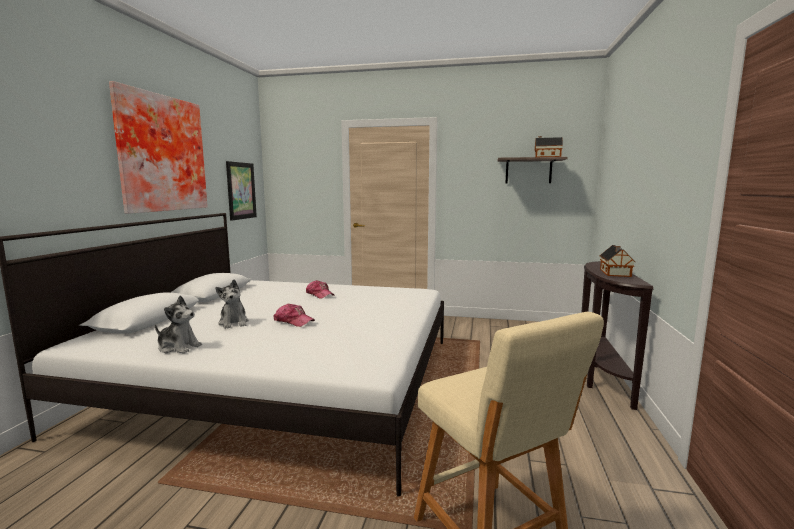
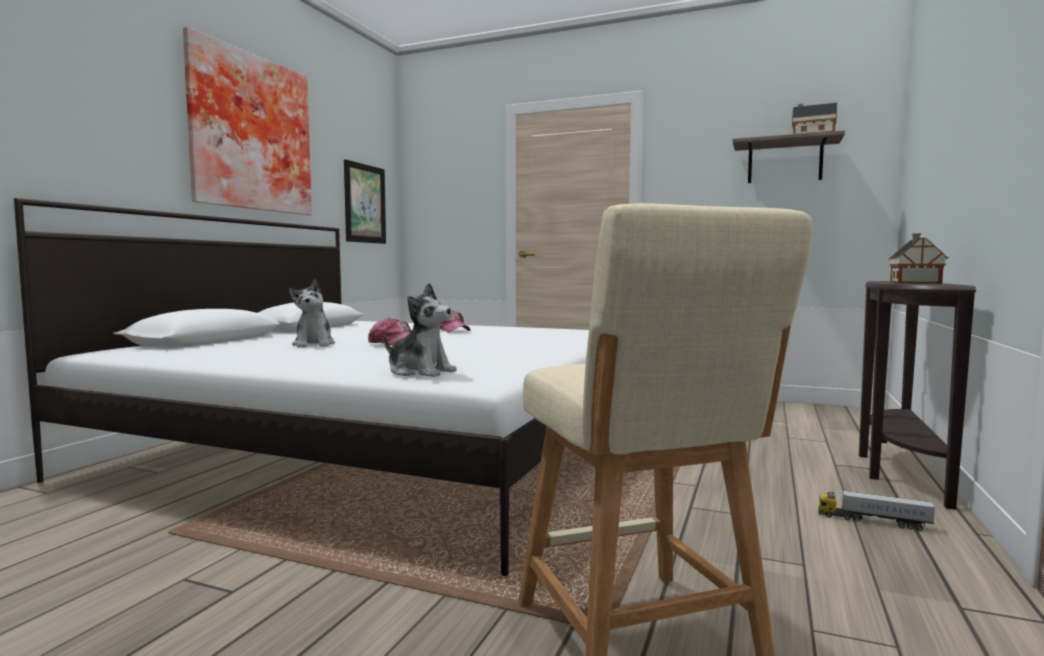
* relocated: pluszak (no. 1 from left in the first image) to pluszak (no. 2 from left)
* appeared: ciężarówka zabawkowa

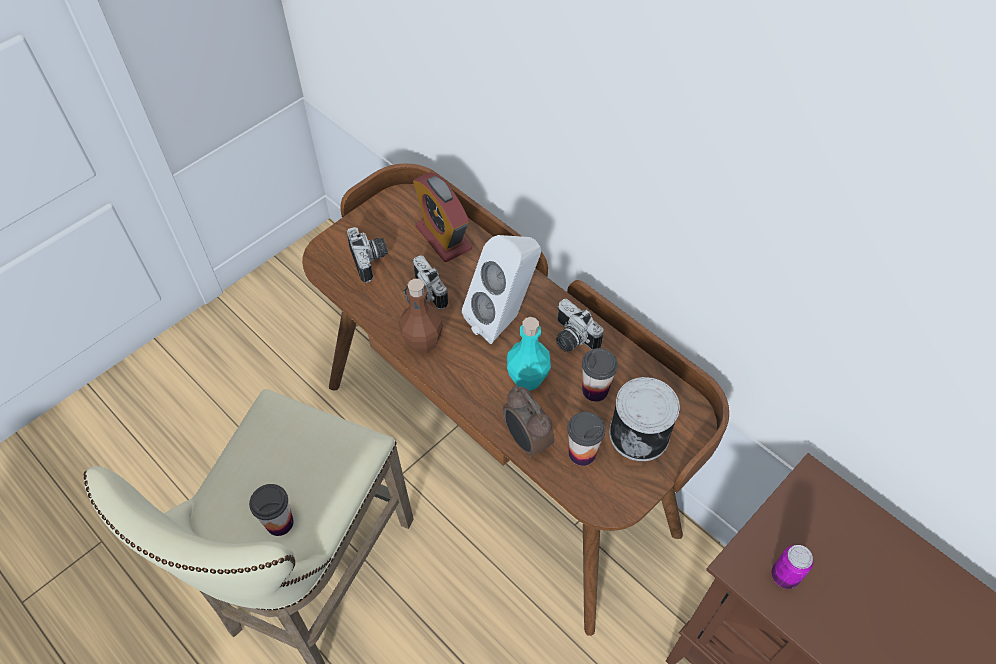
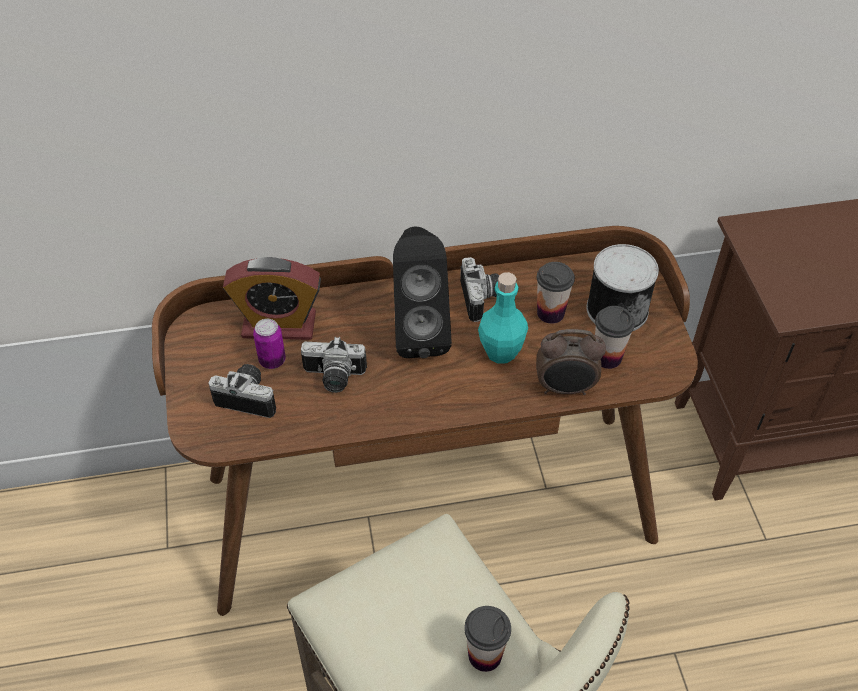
* missing: butelka [brązowy]
* colour: głośnik [biały] to głośnik [czarny]
* spun: aparat fotograficzny (no. 3 from left) 90 degrees counterclockwise
* relocated: puszka (no. 2 from left in the first image) to puszka (no. 1 from left)

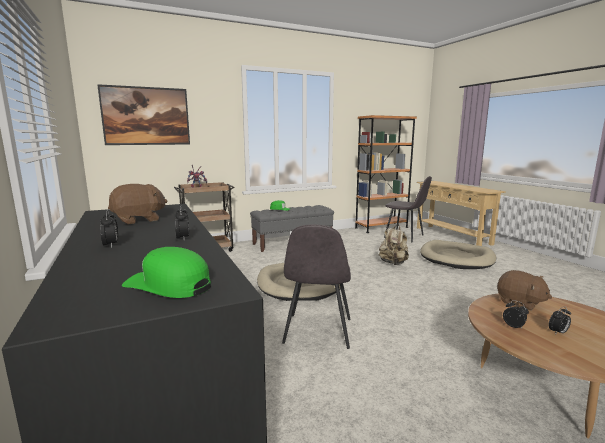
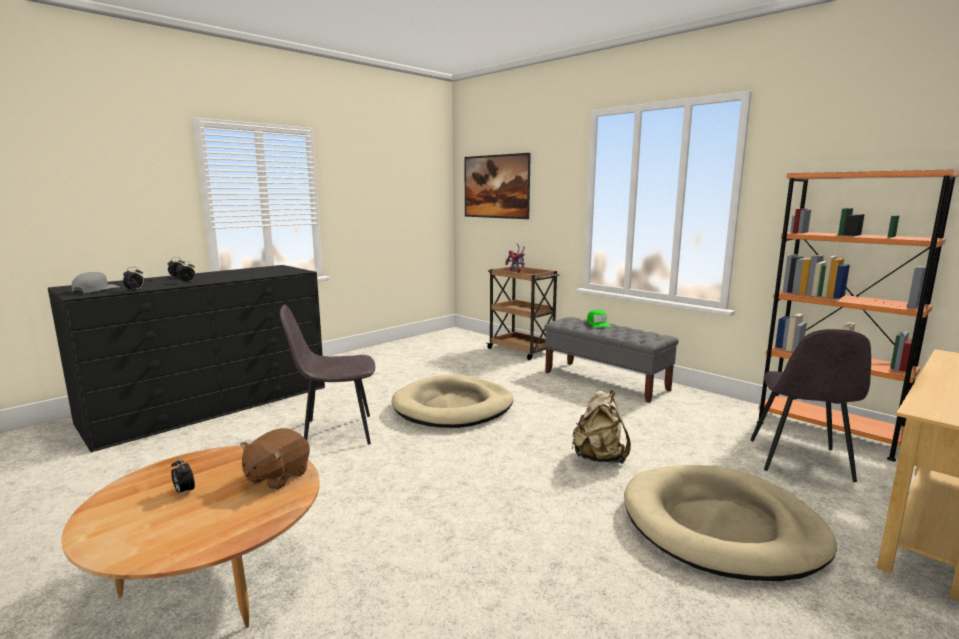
* missing: pluszak [brązowy] (no. 1 from left)
* colour: czapka z daszkiem [zielony] (no. 1 from left) to czapka z daszkiem [szary]
* relocated: budzik (no. 3 from left in the first image) to budzik (no. 1 from left)

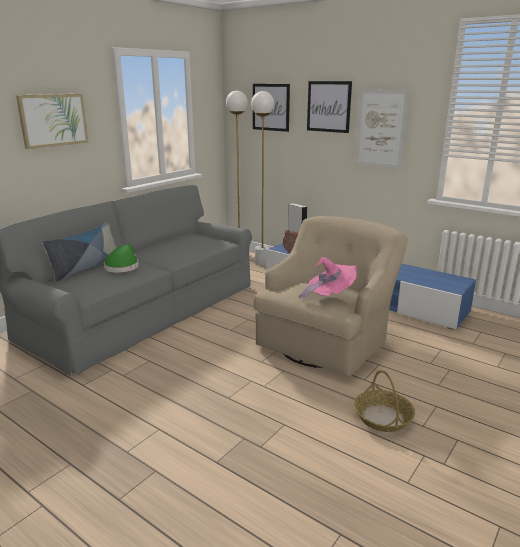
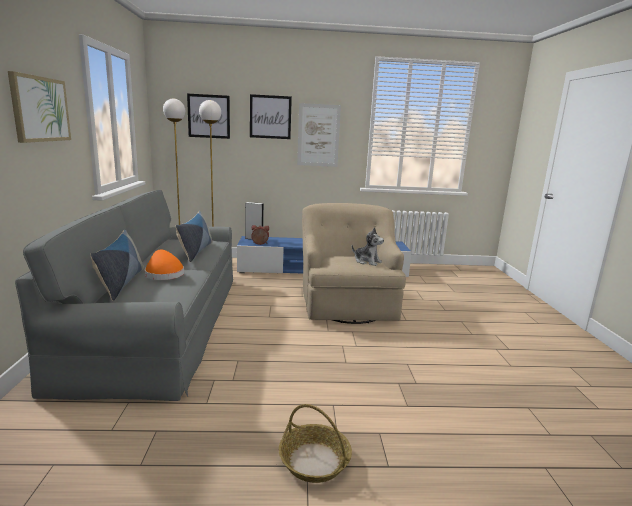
* colour: kapelusz [zielony] to kapelusz [pomarańczowy]
* exchanged: kapelusz [różowy] to pluszak
* relocated: koszyk
* appeared: poduszka (no. 2 from left)

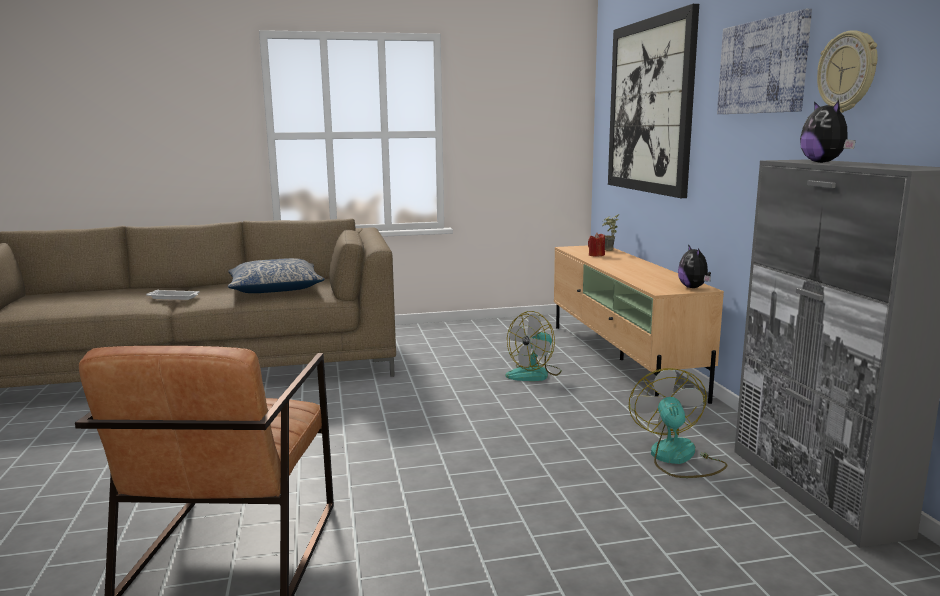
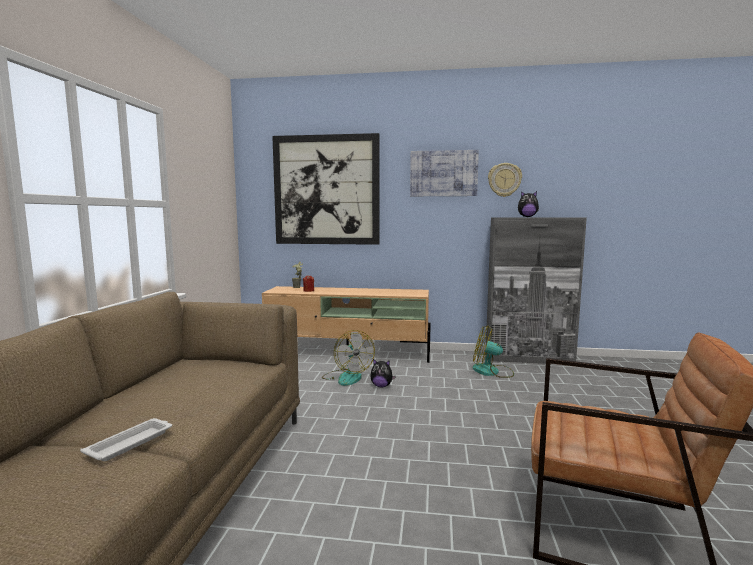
* missing: poduszka
* relocated: pluszak (no. 1 from left)

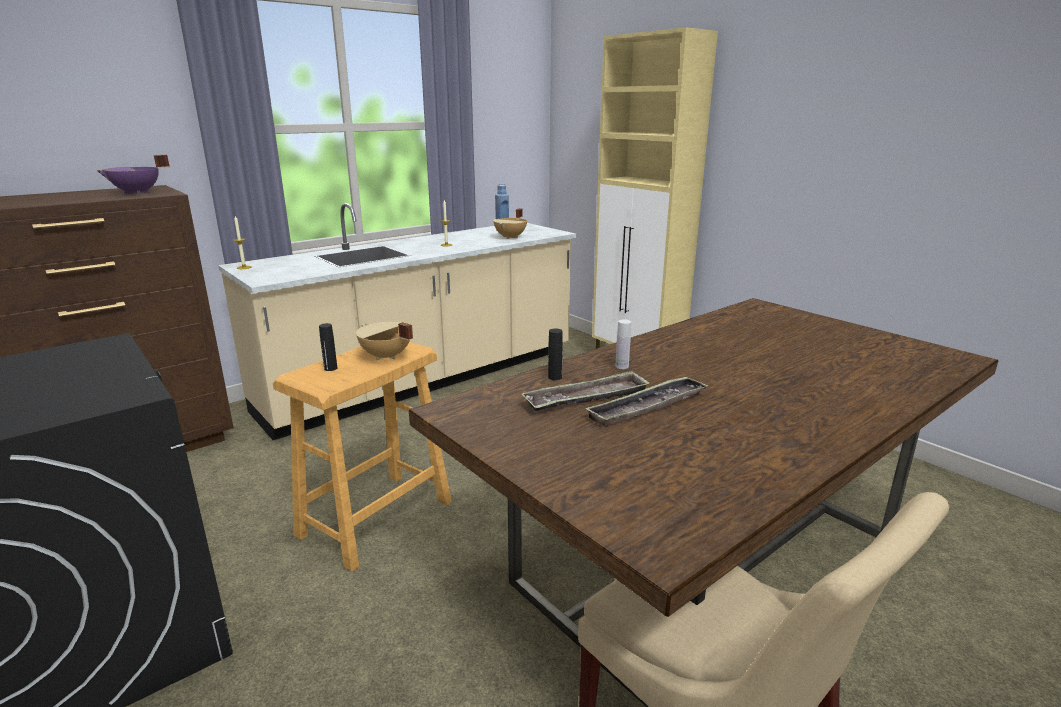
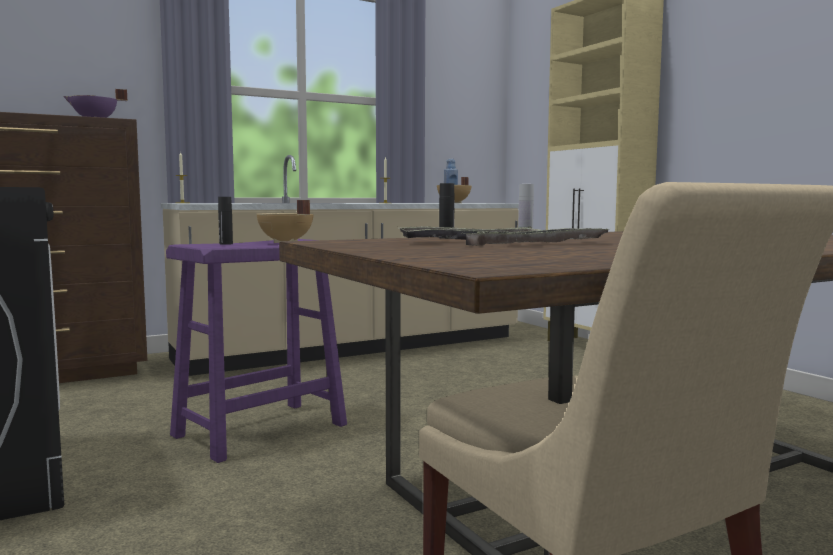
* colour: stołek [beżowy] to stołek [fioletowy]

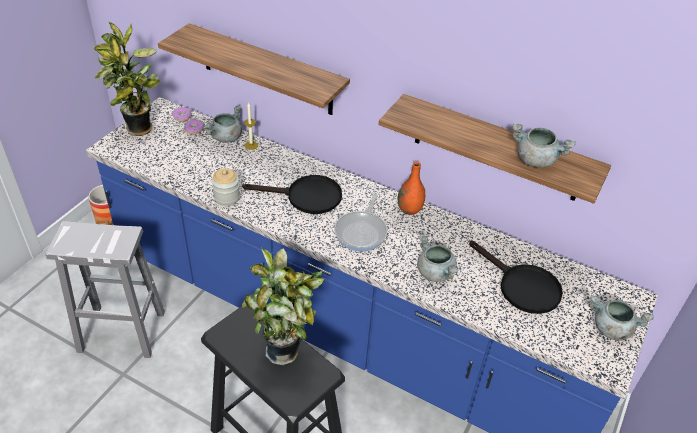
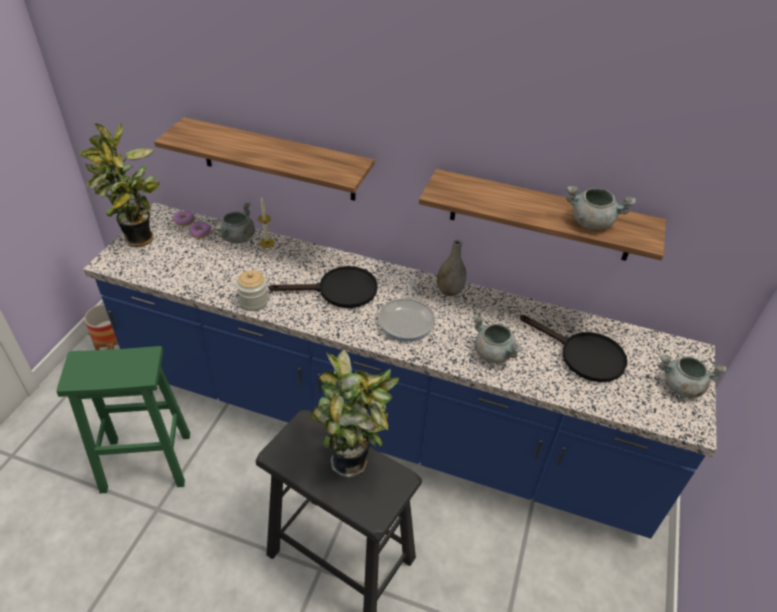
* colour: stołek [biały] to stołek [zielony]
* colour: wazon [pomarańczowy] to wazon [szary]

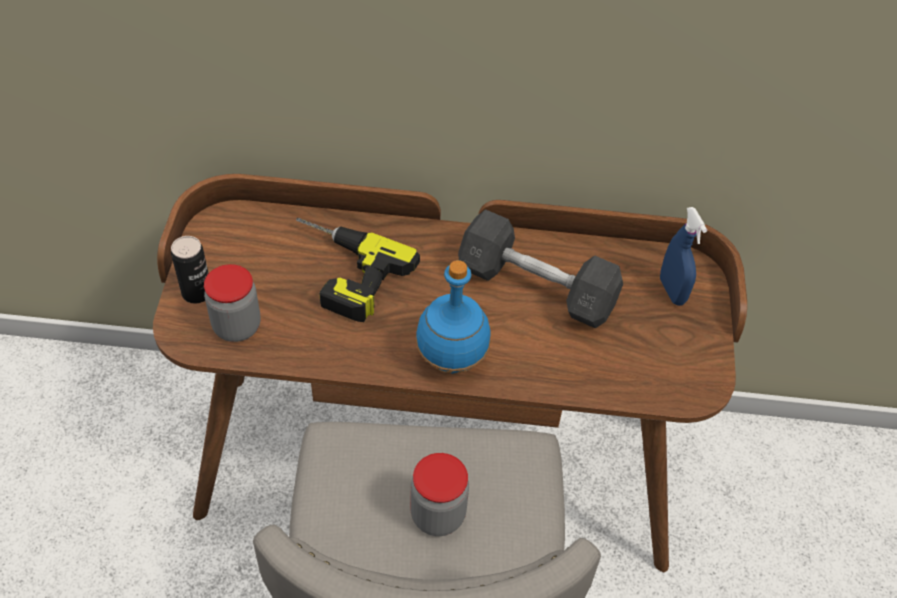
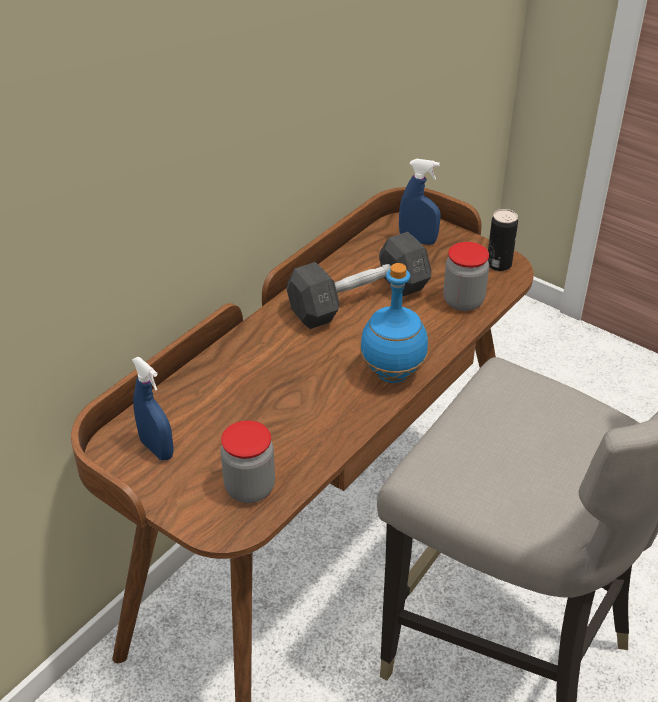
* relocated: puszka
* missing: wiertarka
* relocated: słoik (no. 2 from left)
* appeared: spryskiwacz [niebieski] (no. 1 from left)

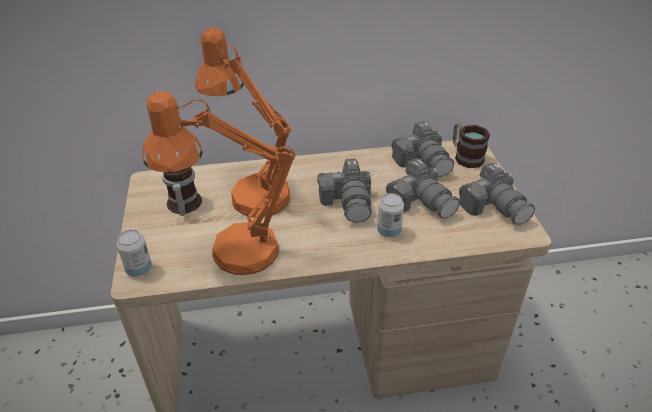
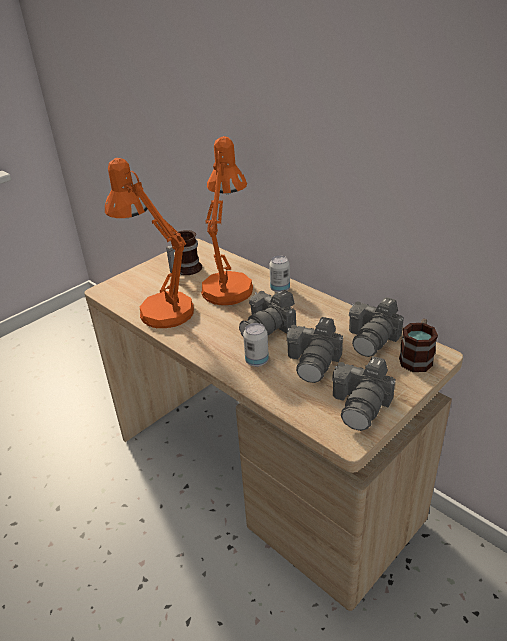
* relocated: puszka (no. 1 from left in the first image) to puszka (no. 2 from left)

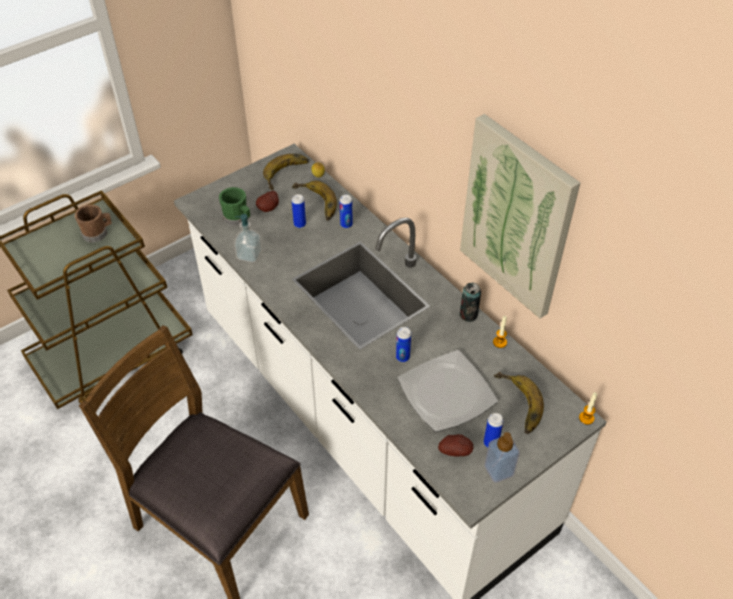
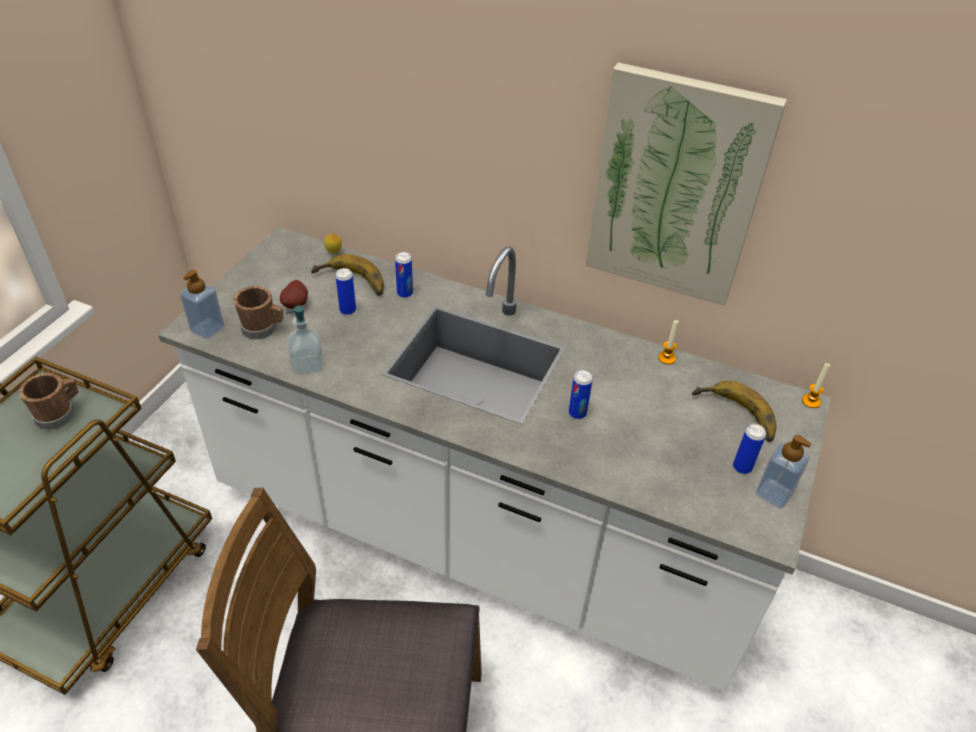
* colour: kubek [zielony] to kubek [brązowy] (no. 2 from left)
* missing: banan (no. 1 from left)
* missing: talerz
* missing: ziemniak (no. 2 from left)
* missing: puszka (no. 4 from left)
* appeared: dozownik mydła (no. 1 from left)

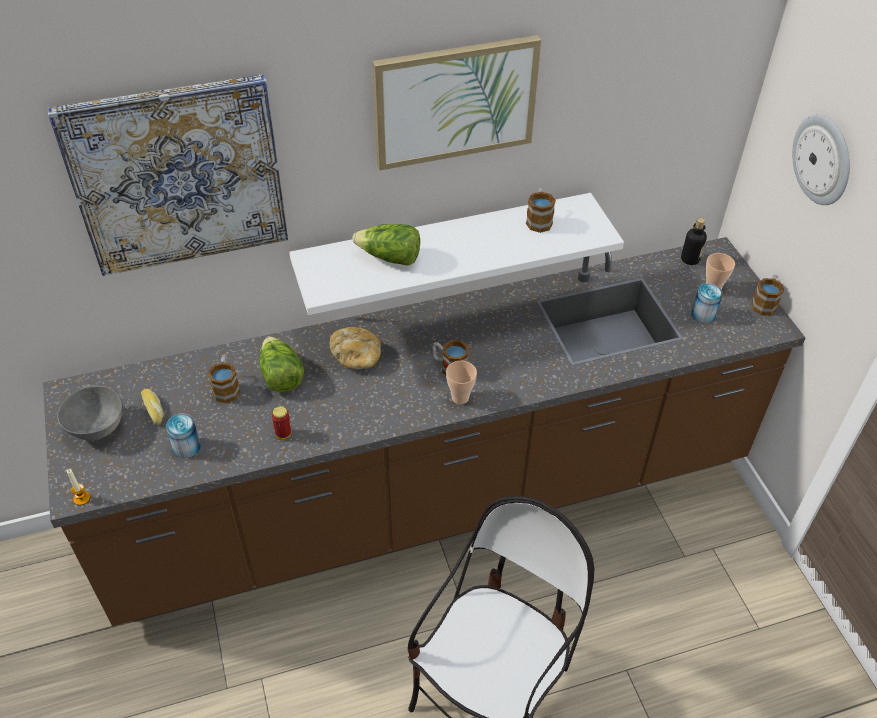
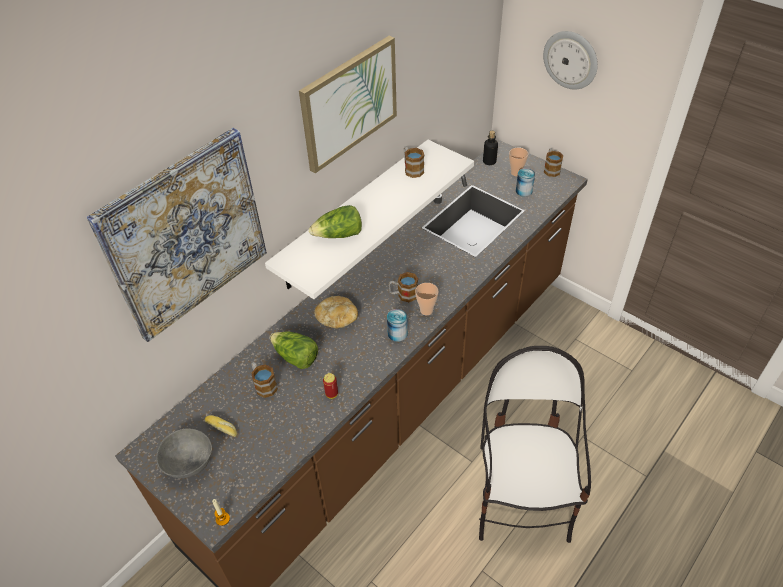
* relocated: puszka (no. 1 from left in the first image) to puszka (no. 2 from left)

